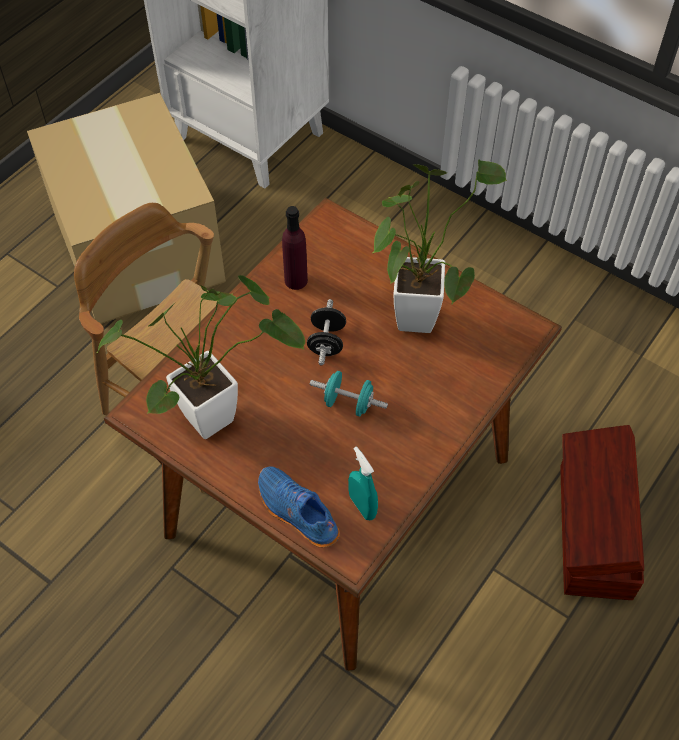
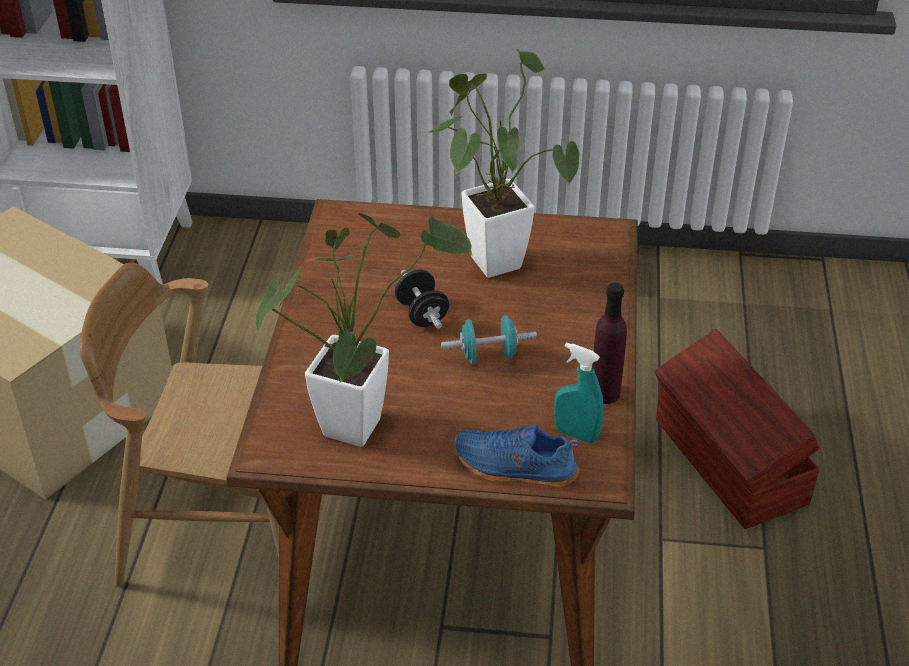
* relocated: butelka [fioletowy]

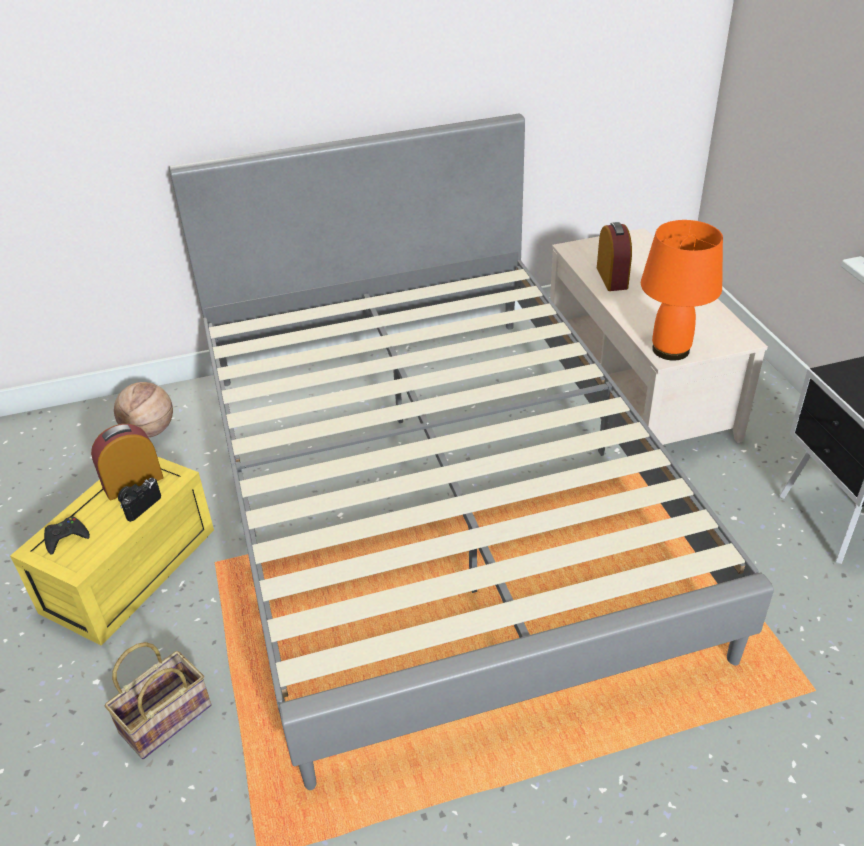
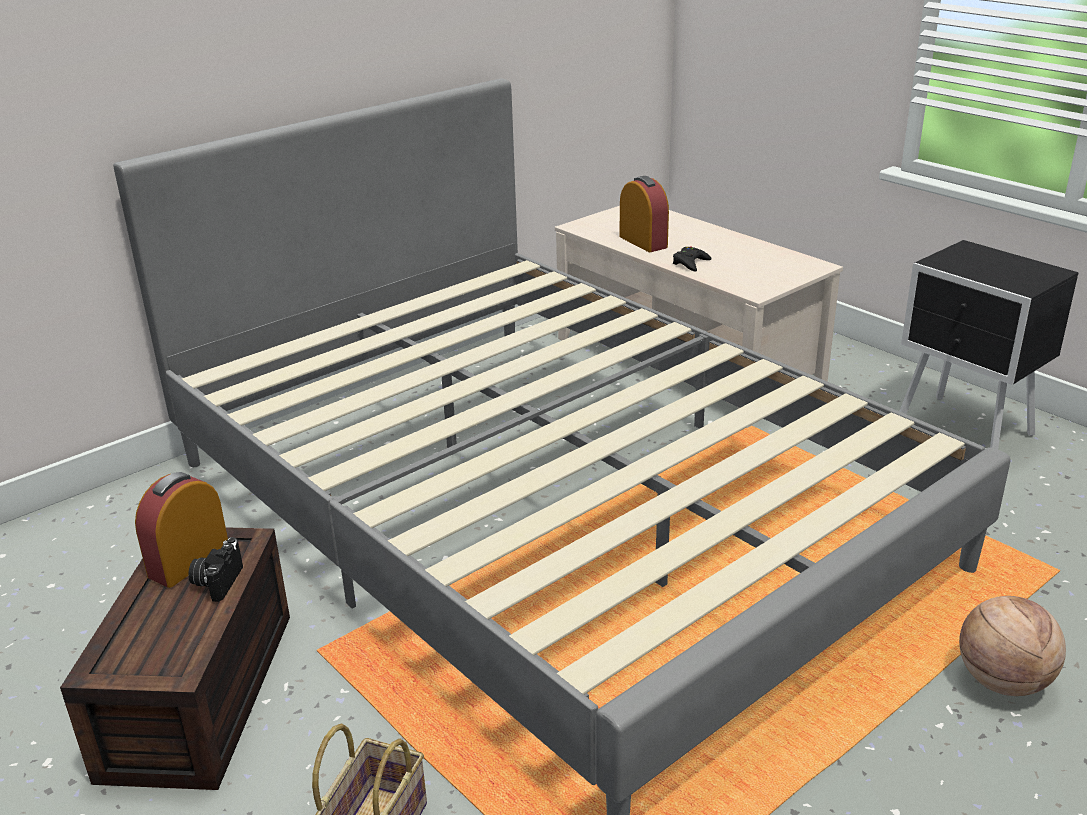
* colour: pojemnik do przechowywania [żółty] to pojemnik do przechowywania [brązowy]
* relocated: pad do gier [czarny]
* relocated: piłka do koszykówki
* missing: lampa stołowa [pomarańczowy]

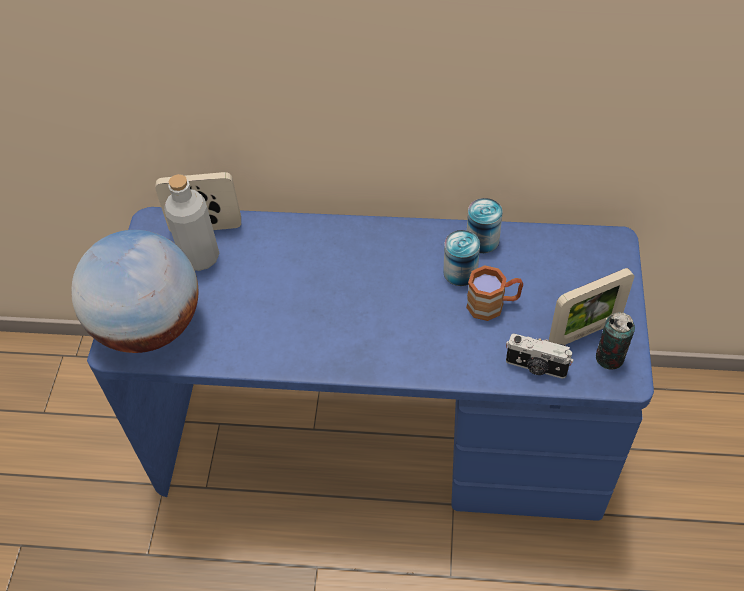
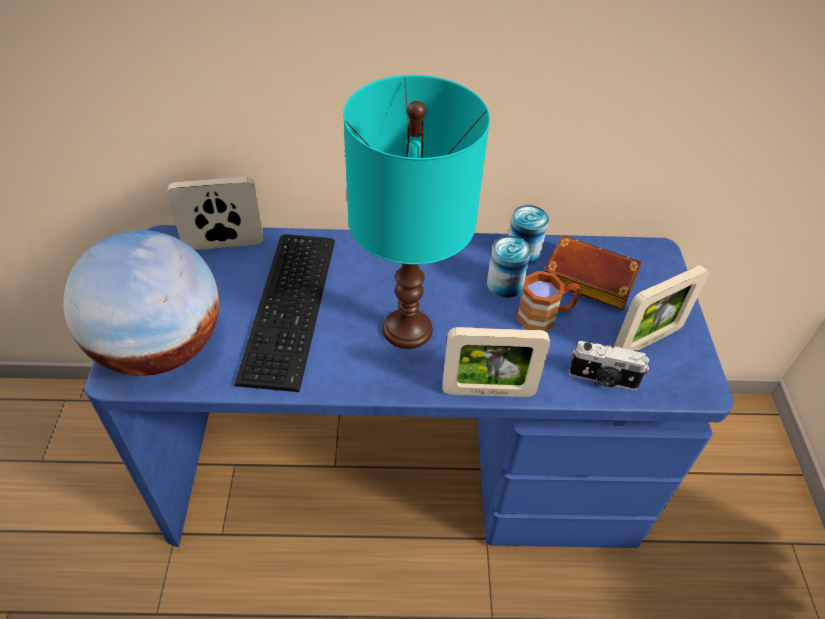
* missing: butelka [szary]
* missing: puszka (no. 3 from left)
* appeared: klawiatura
* appeared: lampa stołowa [turkusowy]
* appeared: ramka na zdjęcie (no. 2 from left)
* appeared: książka [brązowy]

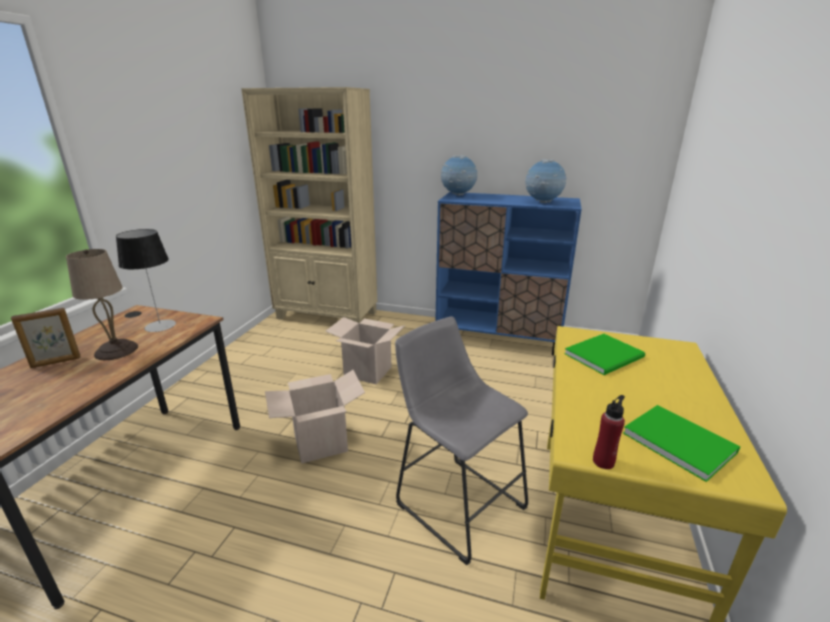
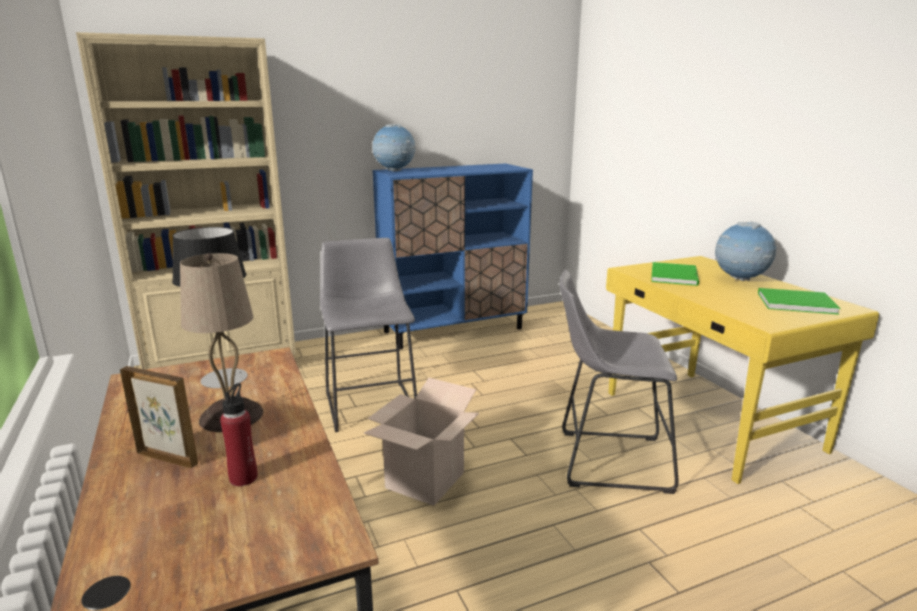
* spun: ramka na zdjęcie 90 degrees counterclockwise
* exchanged: karton (no. 2 from left) to stołek [szary] (no. 1 from left)
* relocated: globus (no. 2 from left)
* relocated: butelka [czerwony]

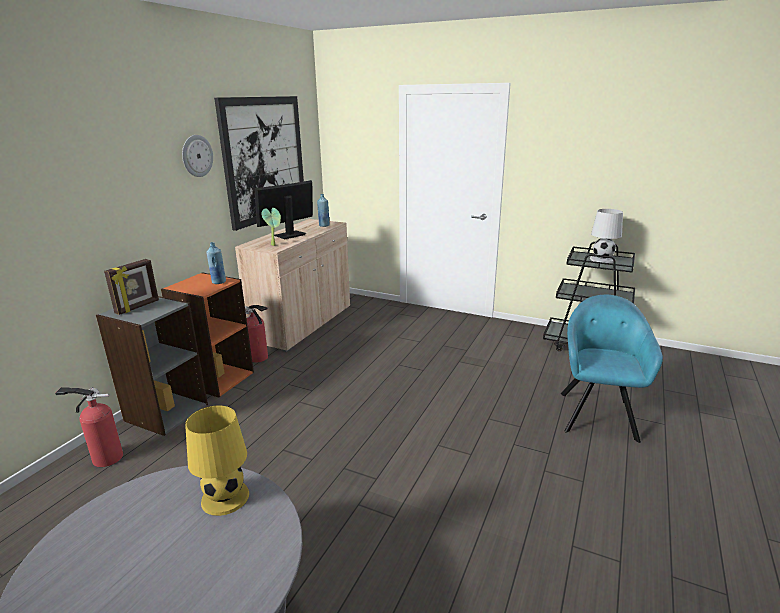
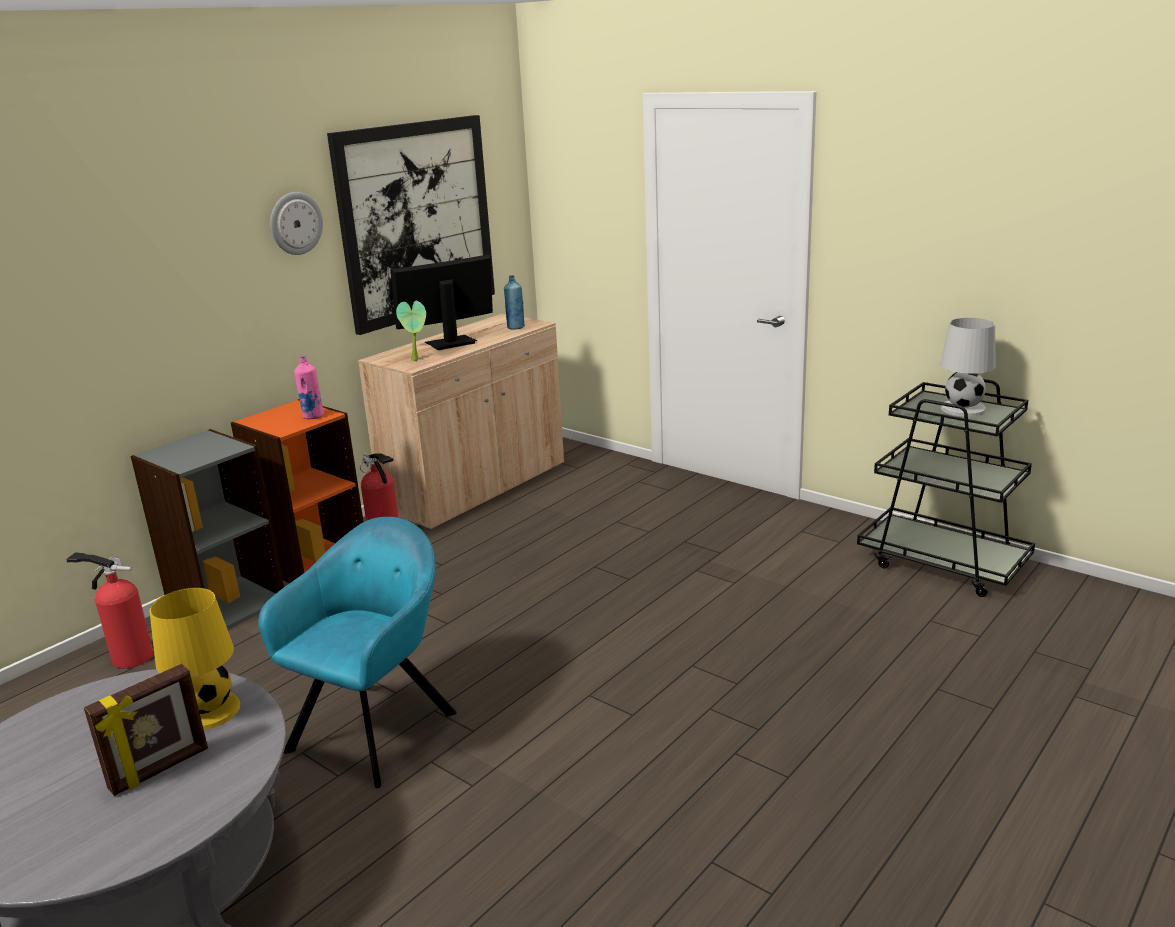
* relocated: ramka na zdjęcie
* colour: butelka [niebieski] (no. 1 from left) to butelka [różowy]
* relocated: fotel [turkusowy]

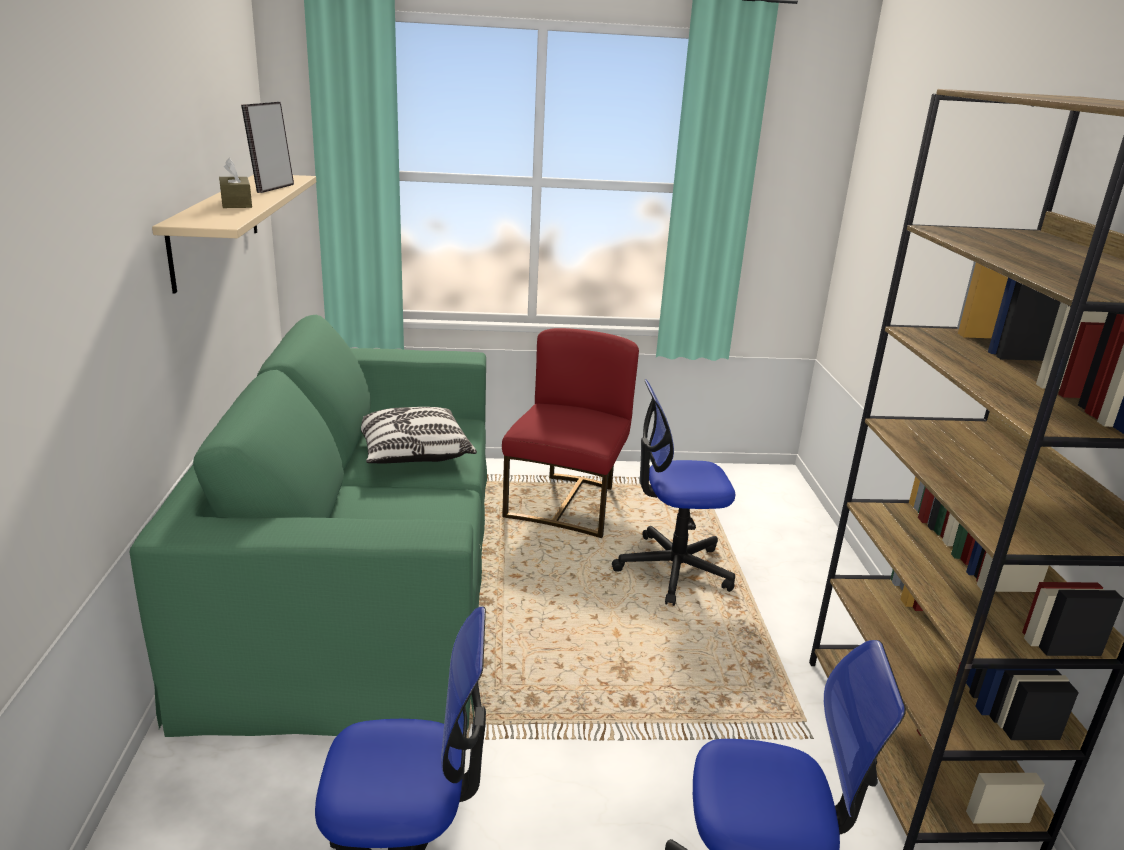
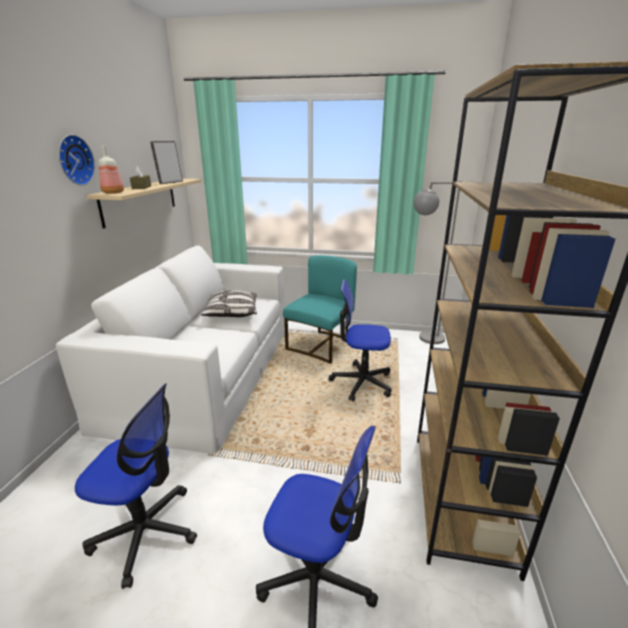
* colour: kanapa [zielony] to kanapa [biały]
* colour: krzesło [czerwony] to krzesło [turkusowy]
* appeared: zegar ścienny
* appeared: butelka
* appeared: lampa stojąca [szary]

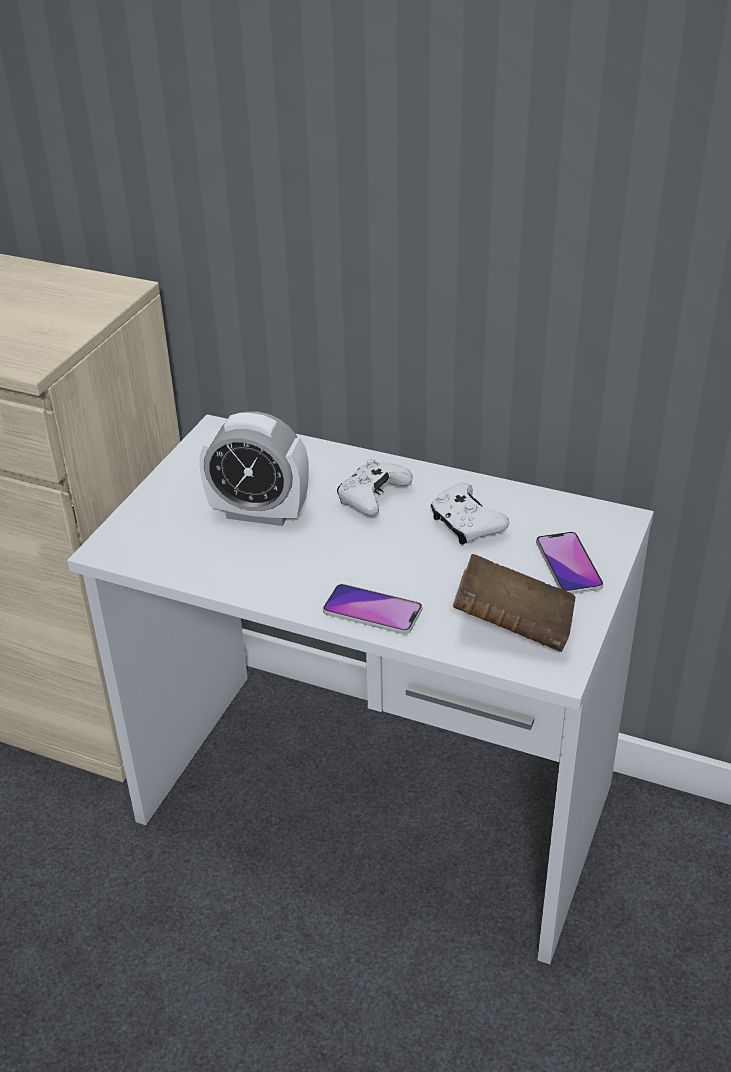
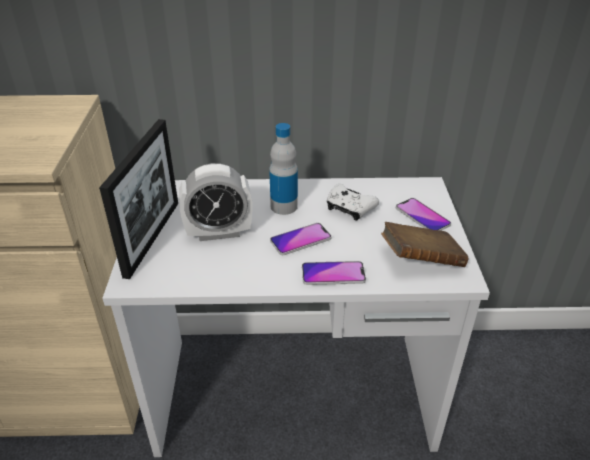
* exchanged: pad do gier [biały] (no. 1 from left) to butelka
* appeared: ramka na zdjęcie
* appeared: telefon (no. 1 from left)

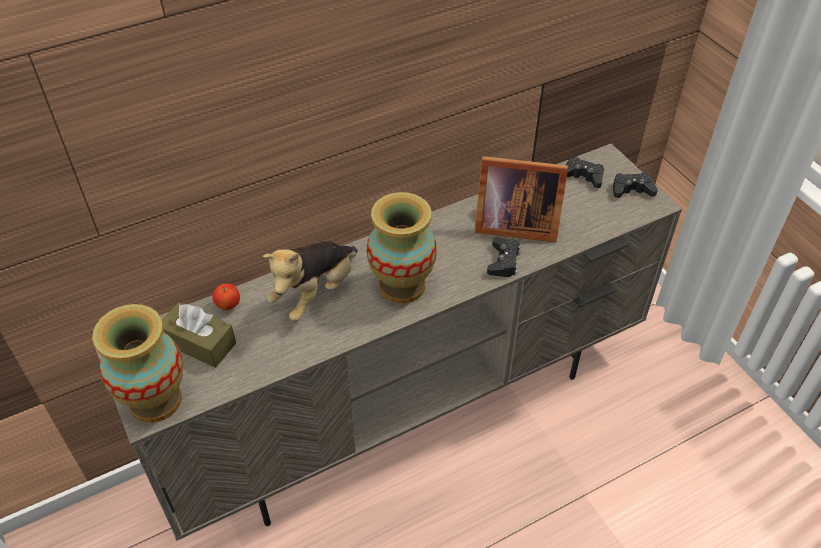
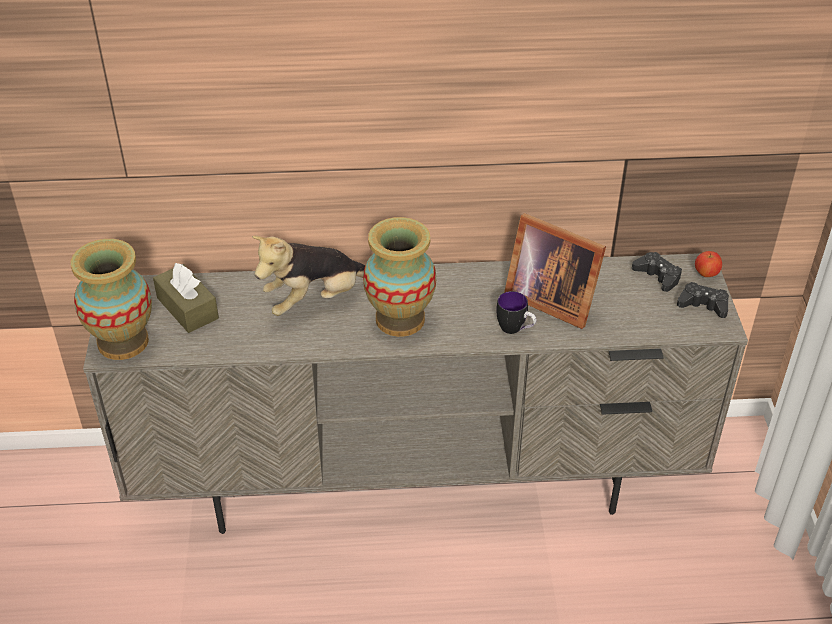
* relocated: jabłko
* exchanged: pad do gier [czarny] (no. 1 from left) to kubek

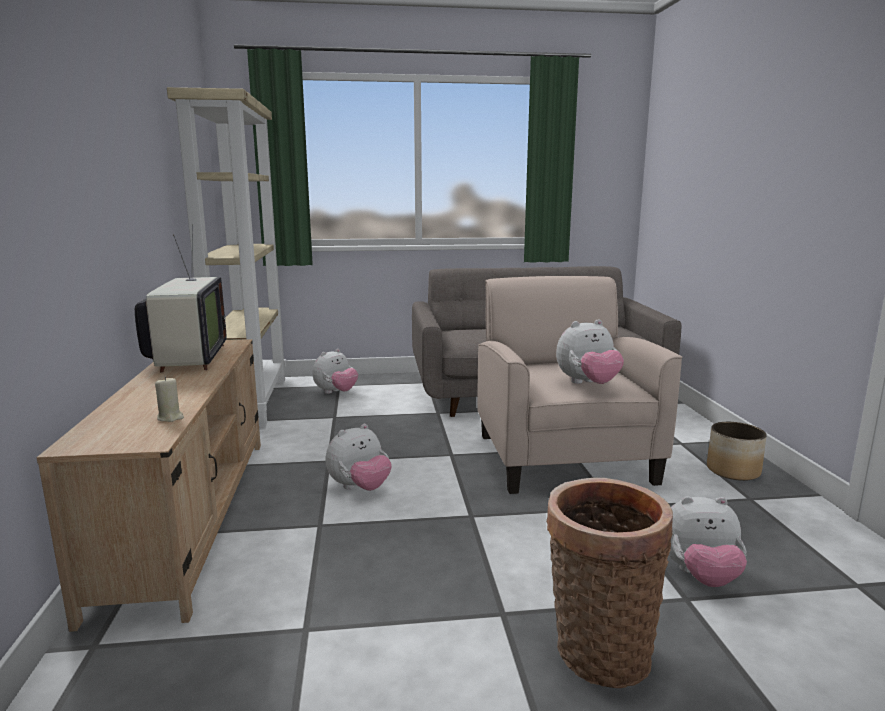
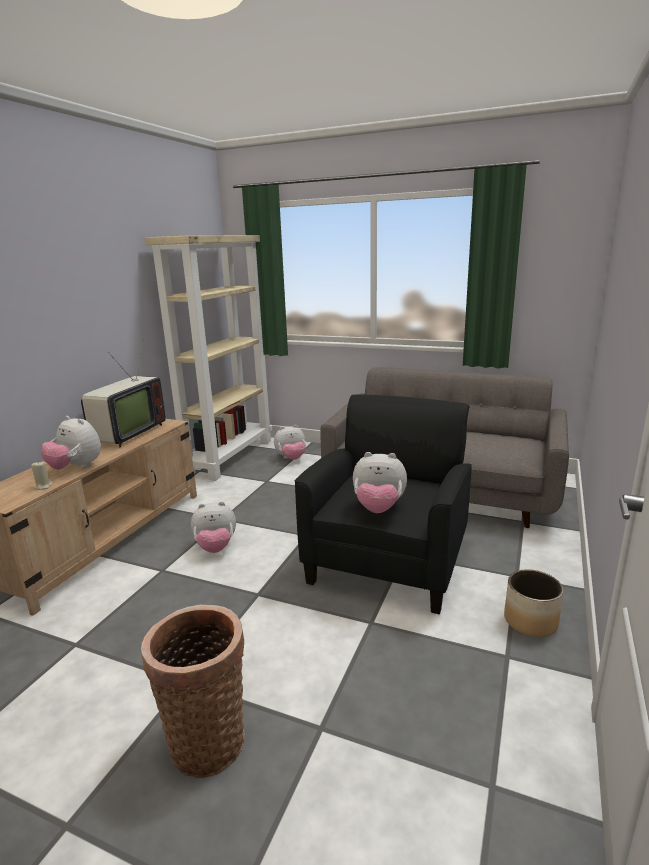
* colour: fotel [beżowy] to fotel [czarny]
* relocated: pluszak (no. 4 from left in the first image) to pluszak (no. 1 from left)

